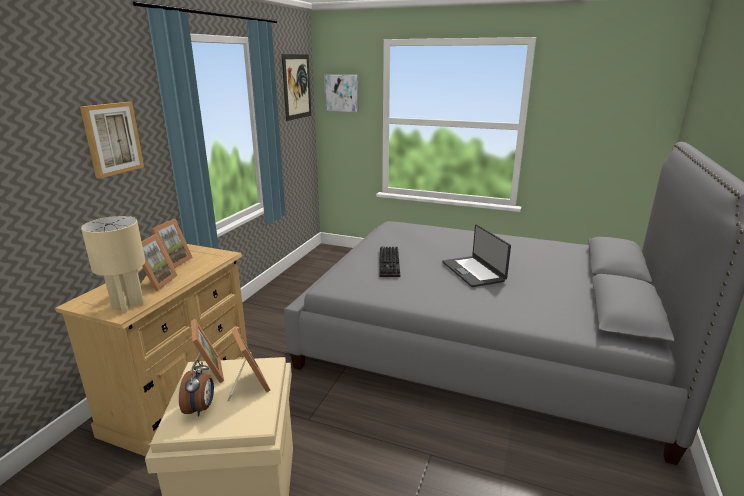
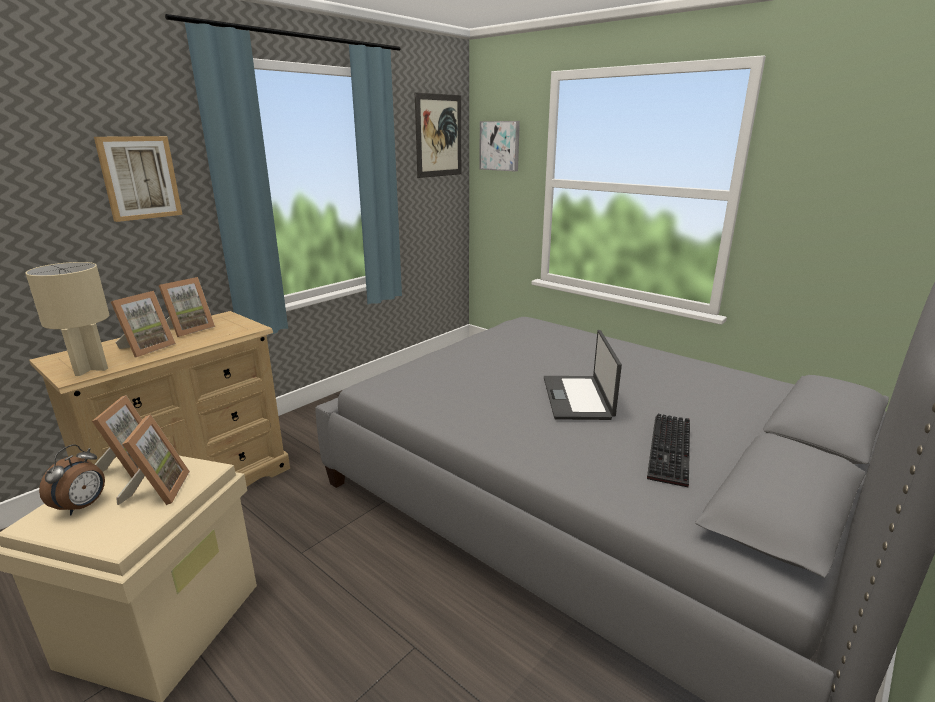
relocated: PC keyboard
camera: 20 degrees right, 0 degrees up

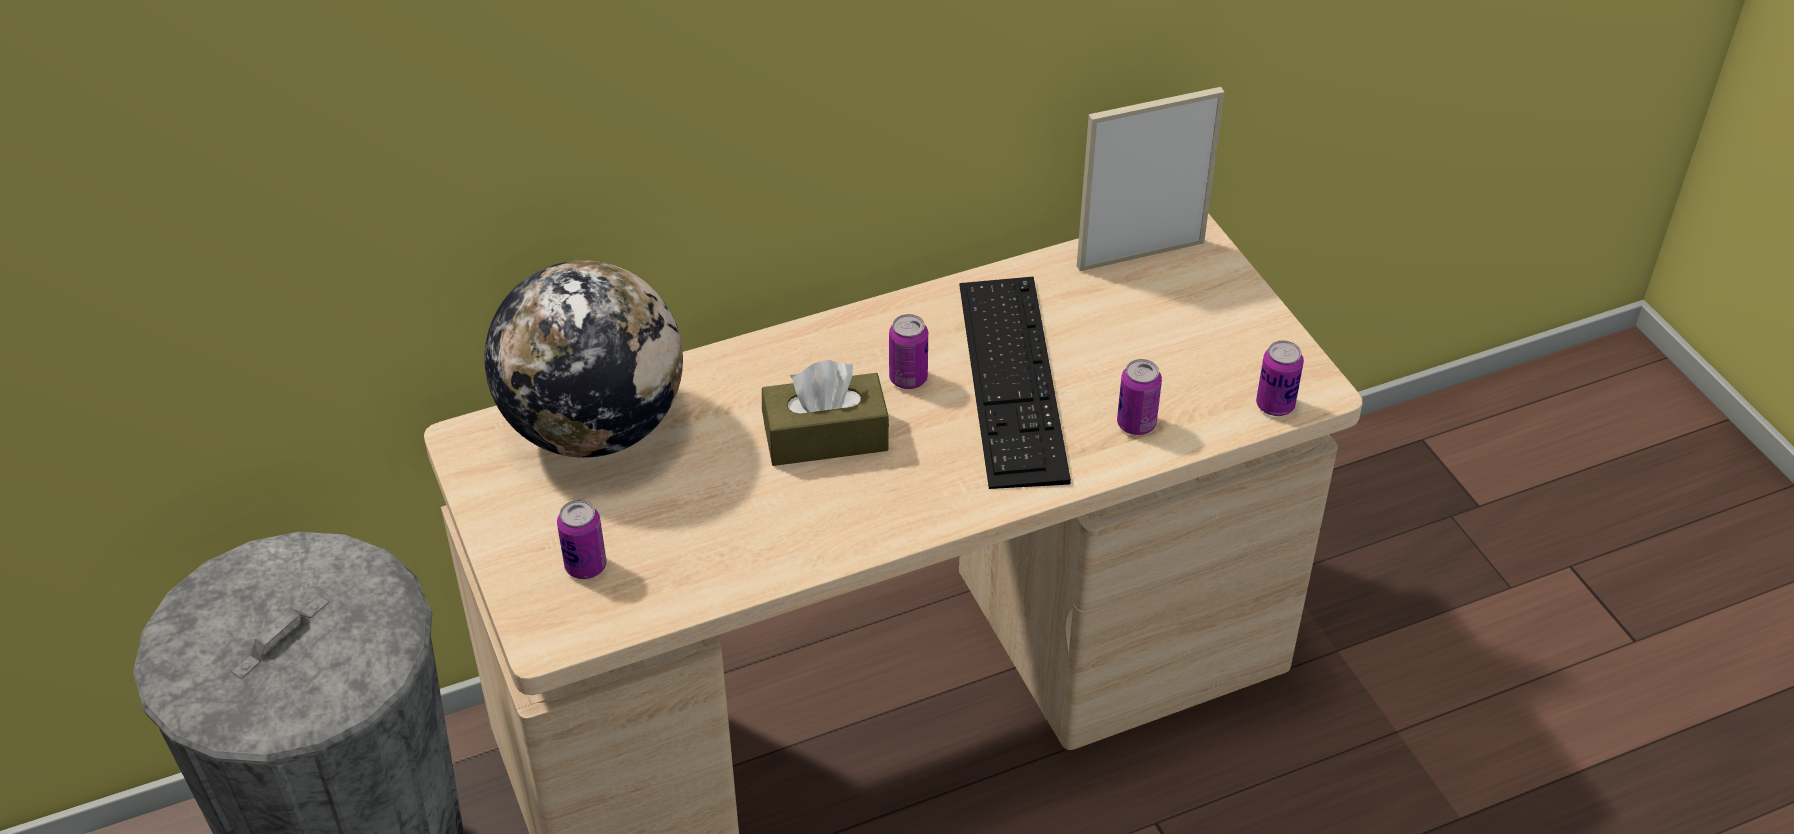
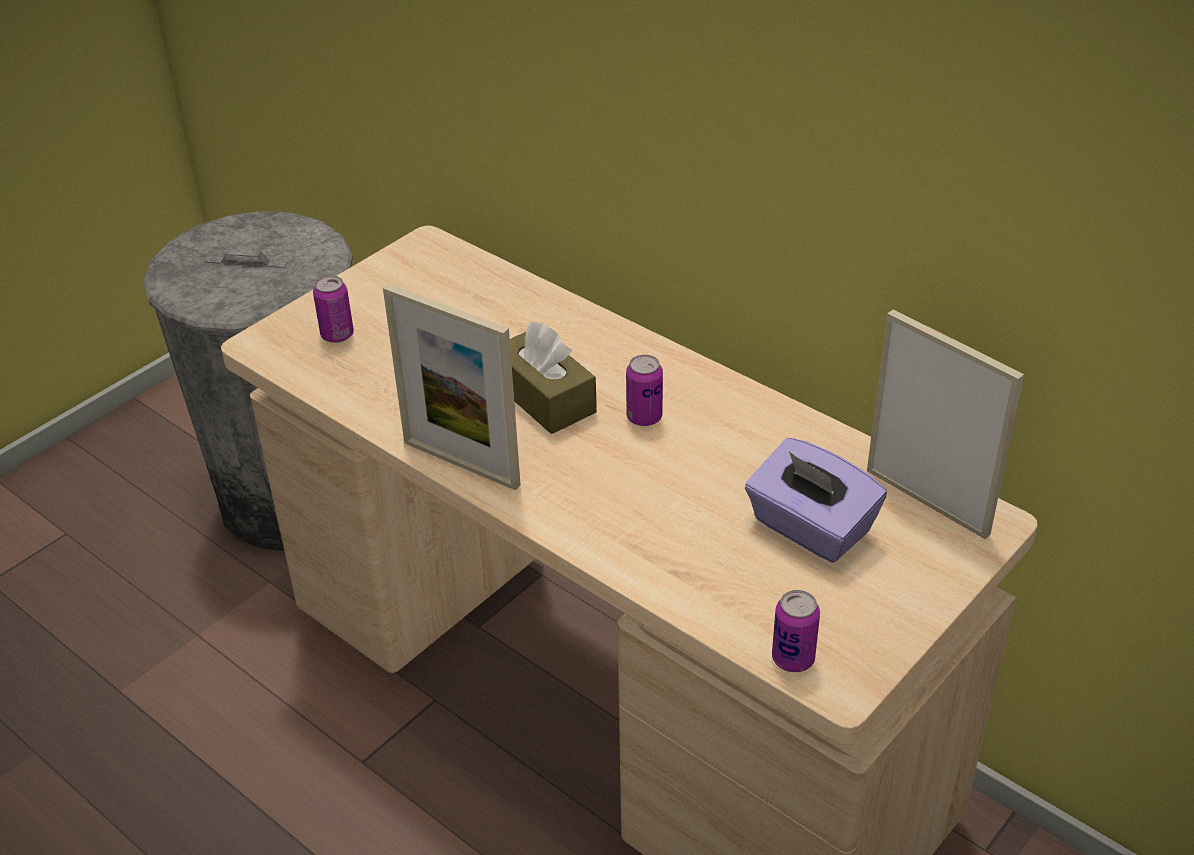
missing: desk globe; PC keyboard; metal can (no. 3 from left)
appeared: photo frame (no. 1 from left); purple-coloured tissue holder
camera: 65 degrees right, 5 degrees down

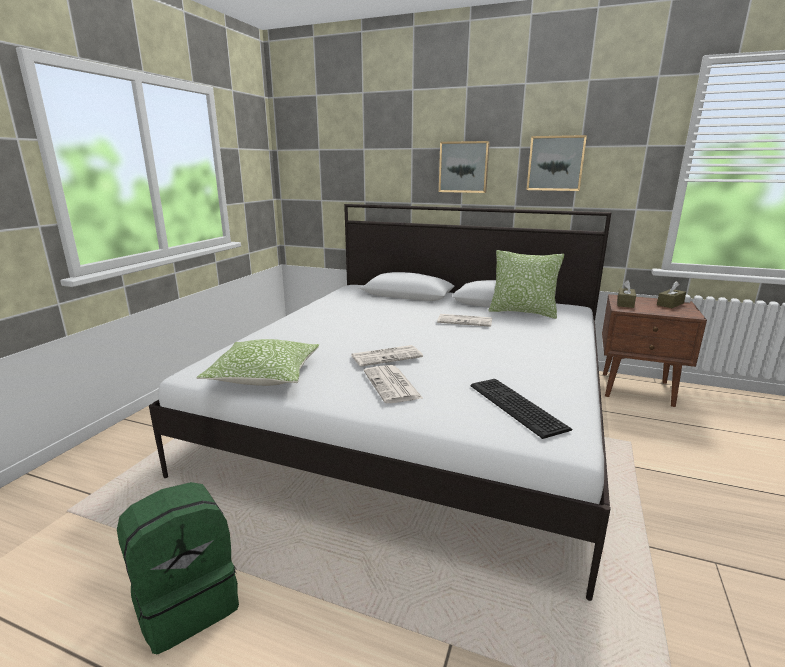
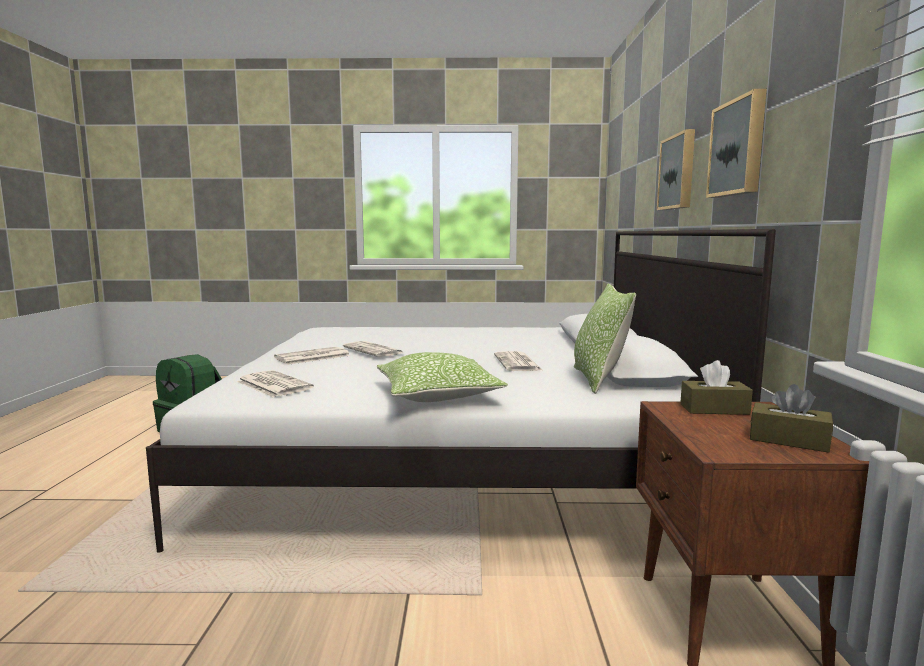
relocated: pillow (no. 1 from left)
exchanged: PC keyboard to newspaper (no. 1 from left)
camera: 70 degrees right, 10 degrees down

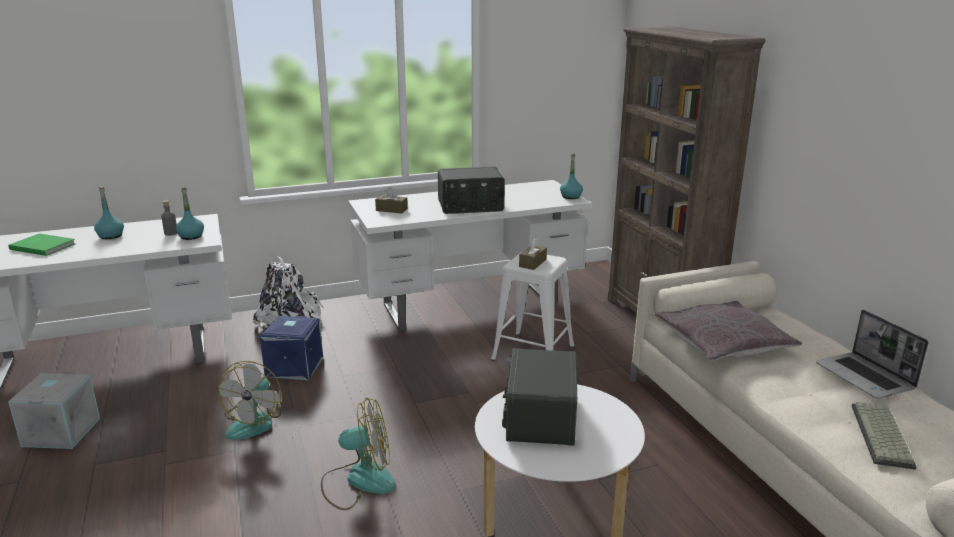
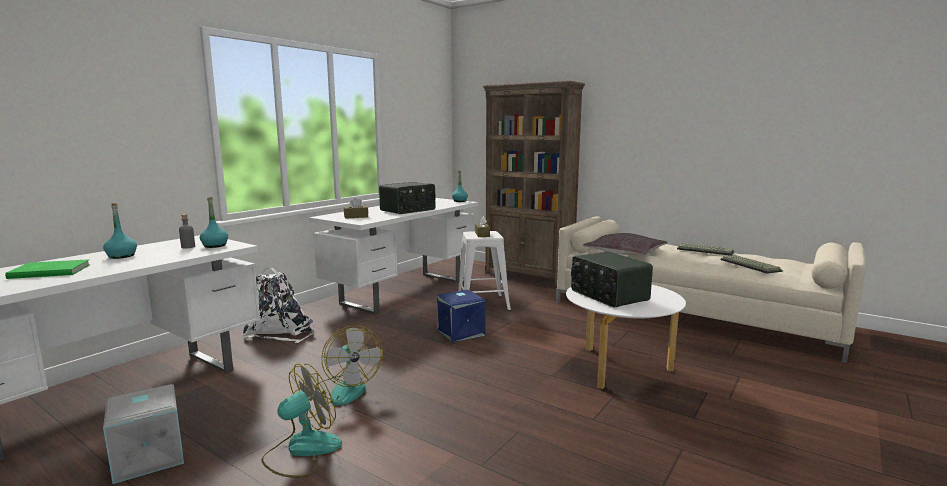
relocated: blue-coloured storage bin; electric fan (no. 2 from left in the first image) to electric fan (no. 1 from left)
exchanged: portable computer to PC keyboard (no. 1 from left)
camera: 35 degrees left, 10 degrees down

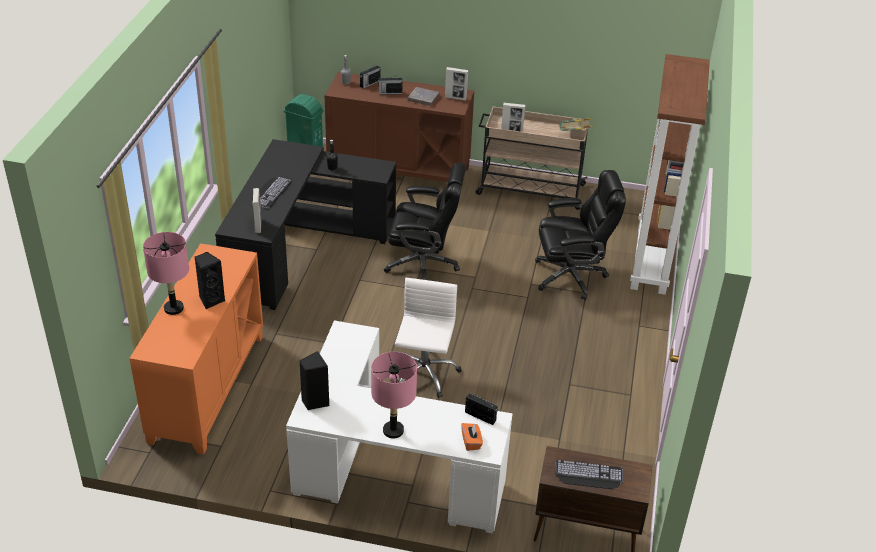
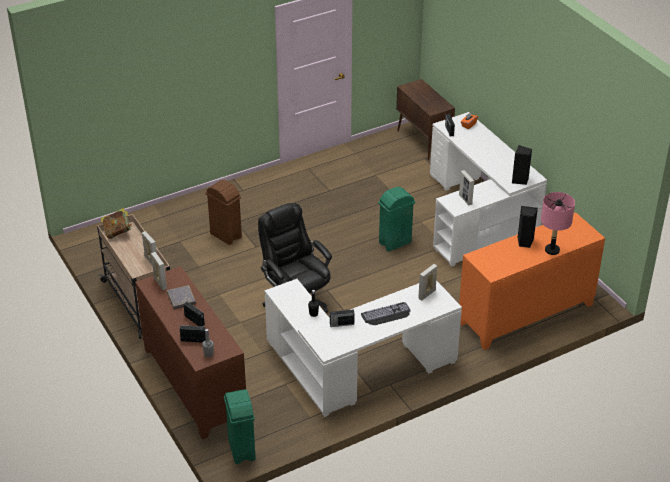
missing: brown-coloured bookshelf; pink-coloured lamp for a table (no. 2 from left); PC keyboard (no. 2 from left)
appeared: photo frame (no. 4 from left); radio receiver (no. 3 from left)
exchanged: blackish office chair (no. 2 from left) to brown-coloured rubbish bin; white-coloured office chair to greenish rubbish bin (no. 2 from left)
colour: blackish desk table to white-coloured desk table (no. 1 from left)
camera: 130 degrees left, 0 degrees up

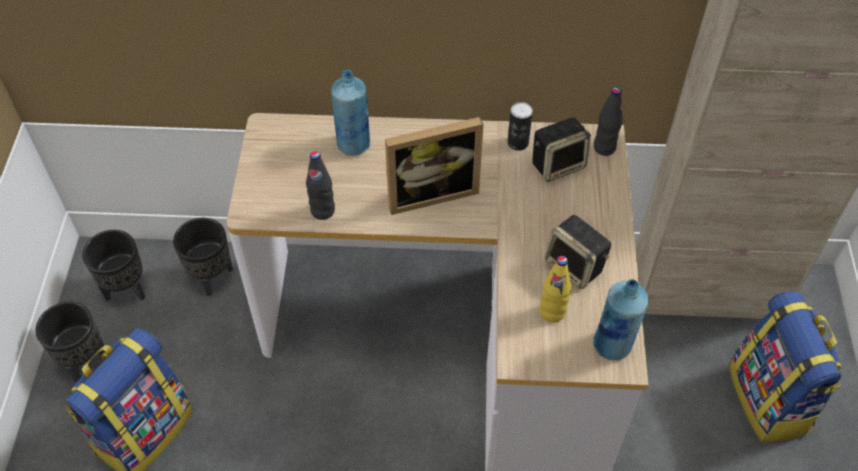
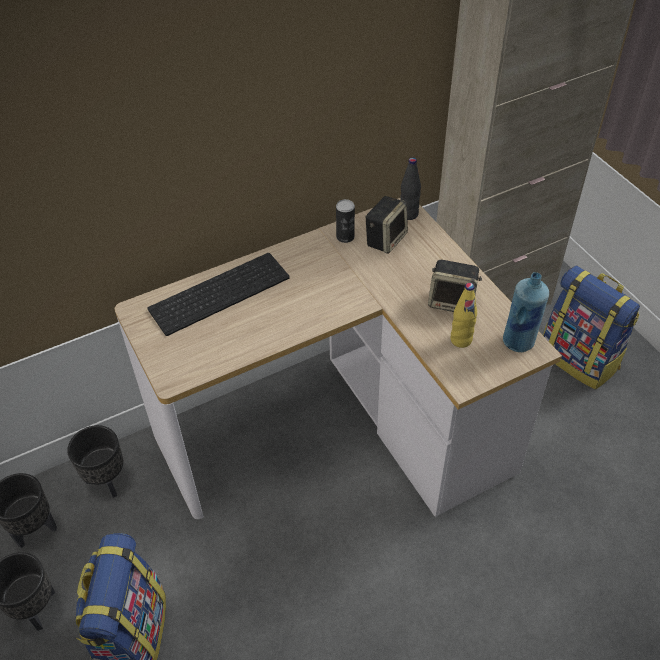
missing: photo frame; blackish drink bottle (no. 1 from left)
exchanged: blue-coloured drink bottle (no. 1 from left) to PC keyboard
camera: 30 degrees left, 5 degrees down

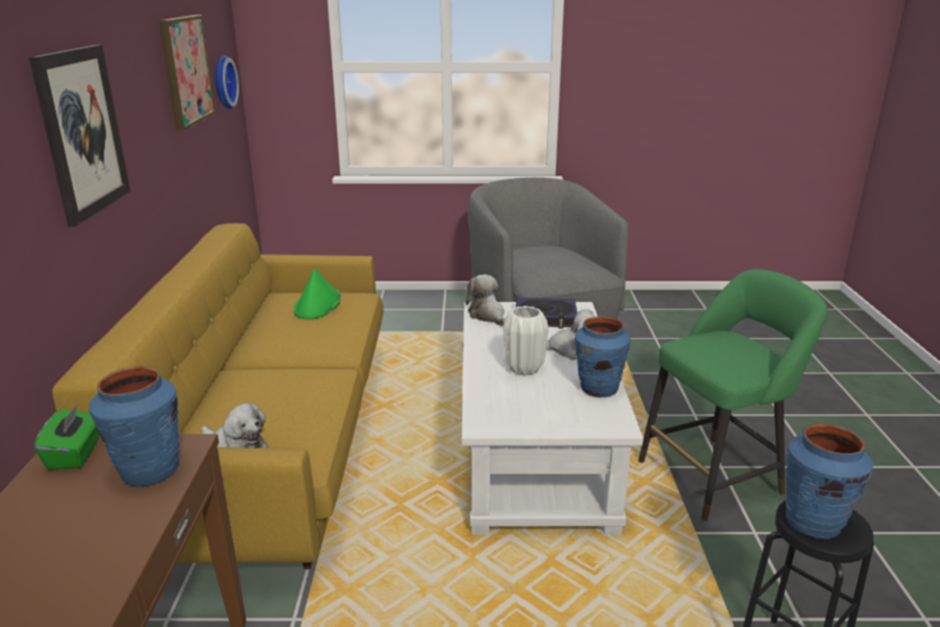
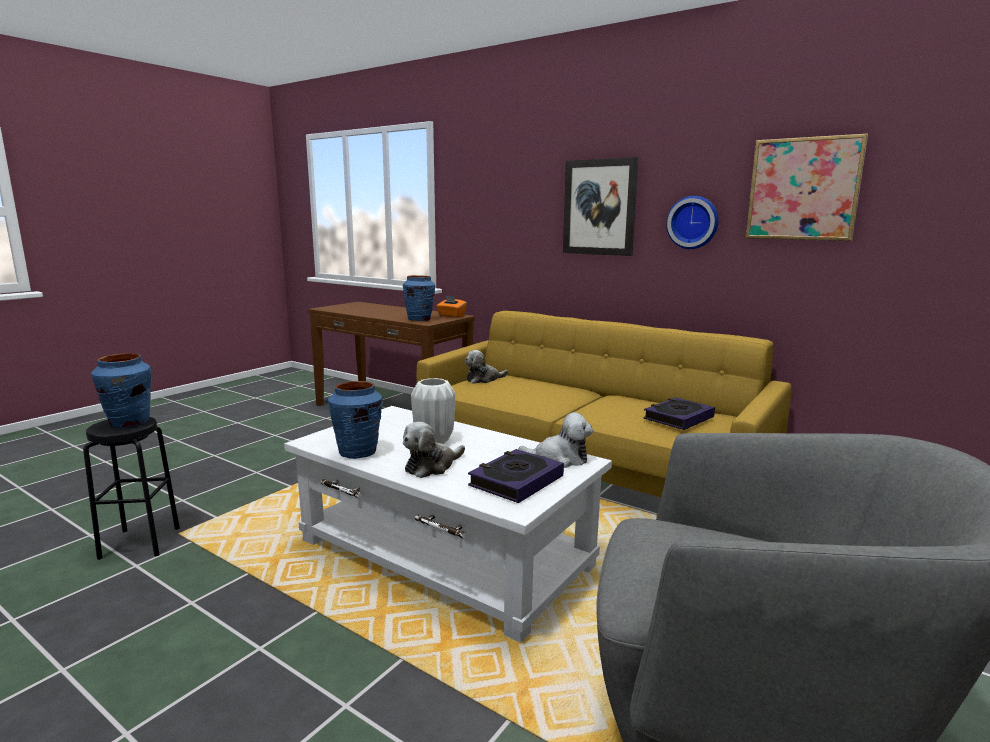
missing: greenish stool
relocated: hanging clock
exchanged: greenish hat to volume (no. 2 from left)
colour: greenish tissue holder to orangey tissue holder
camera: 125 degrees right, 10 degrees down

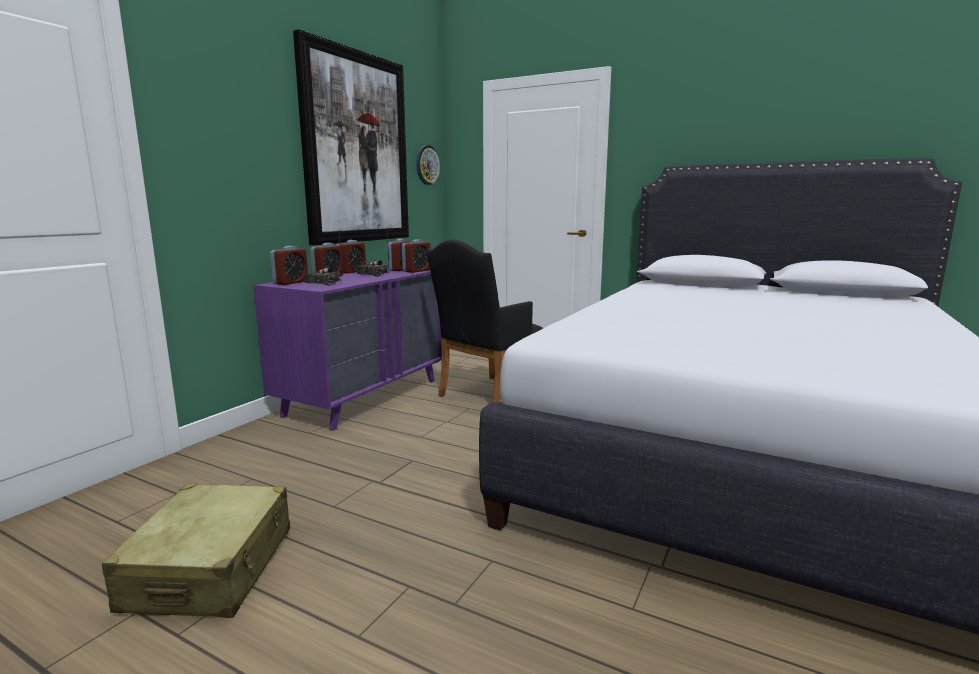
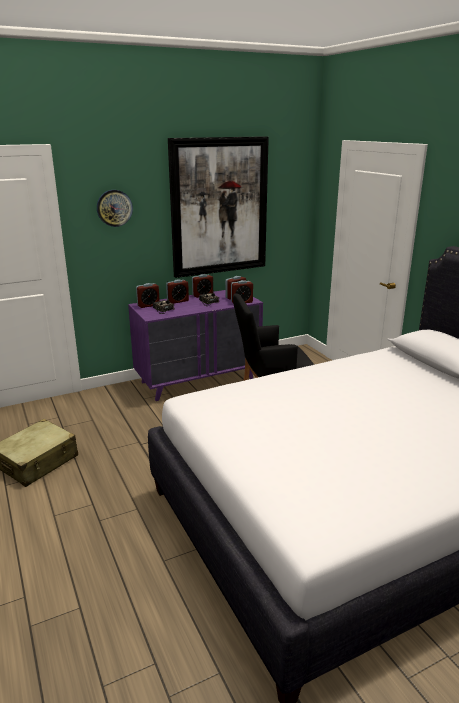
relocated: hanging clock
camera: 35 degrees right, 10 degrees up

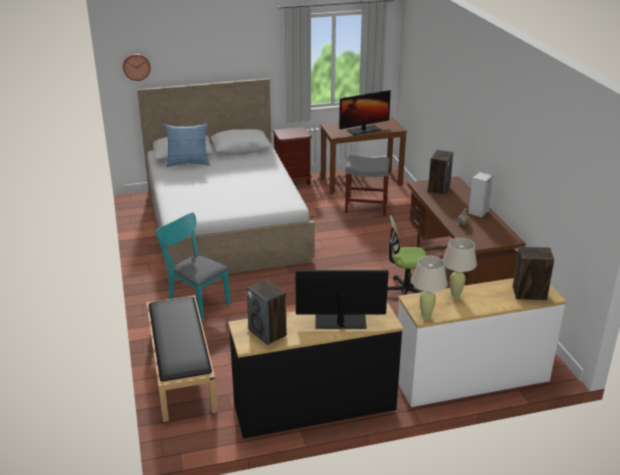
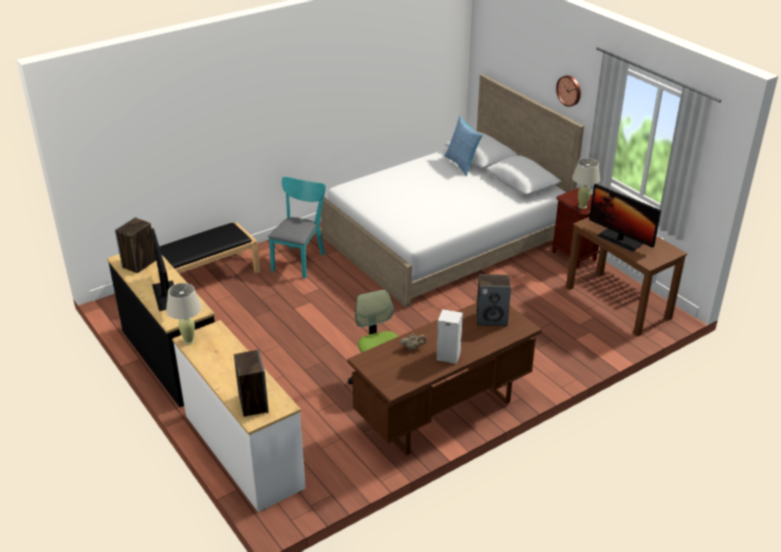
missing: gray stool
relocated: hanging clock; beige lamp for a table (no. 2 from left)
camera: 70 degrees right, 5 degrees up

